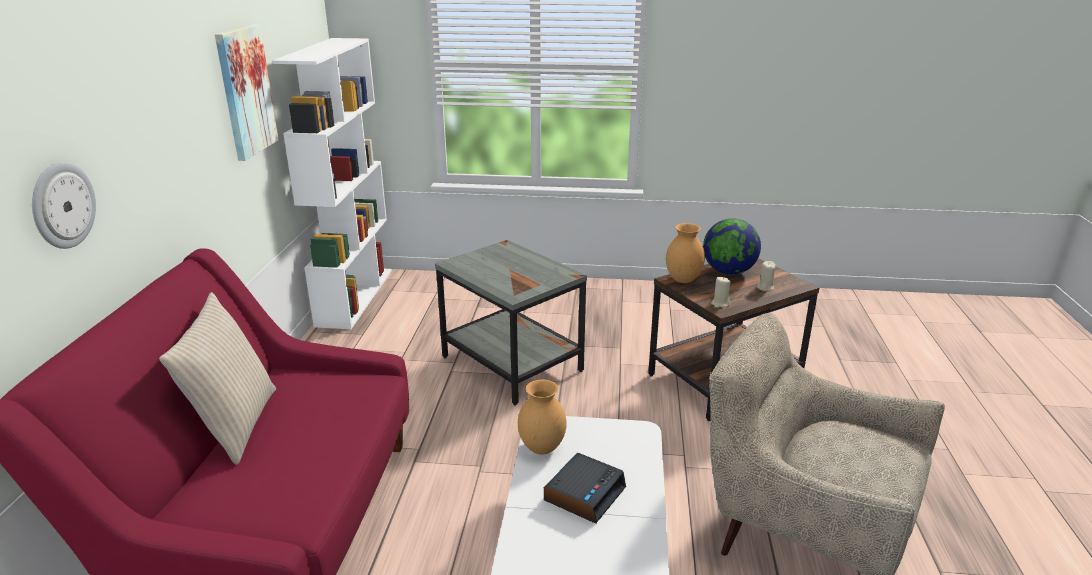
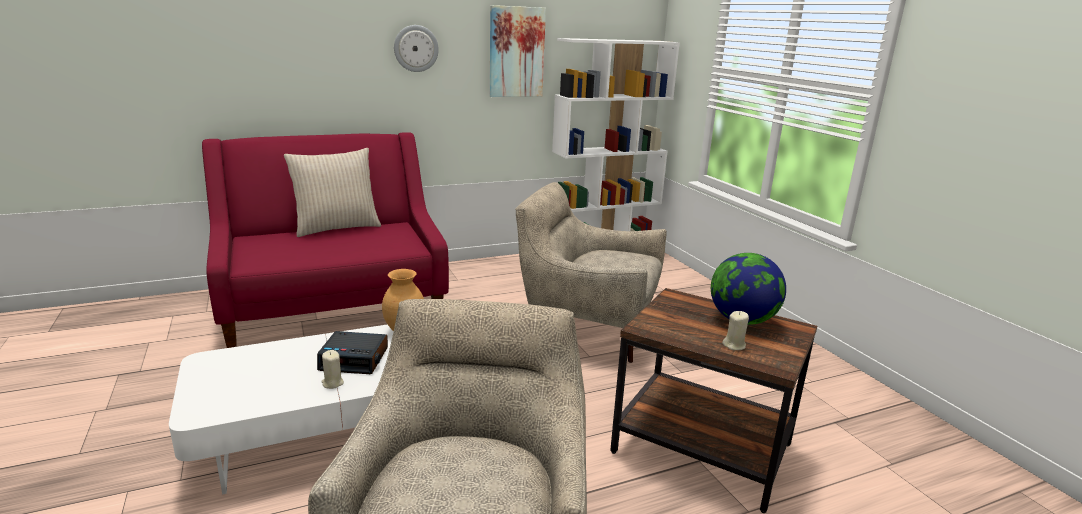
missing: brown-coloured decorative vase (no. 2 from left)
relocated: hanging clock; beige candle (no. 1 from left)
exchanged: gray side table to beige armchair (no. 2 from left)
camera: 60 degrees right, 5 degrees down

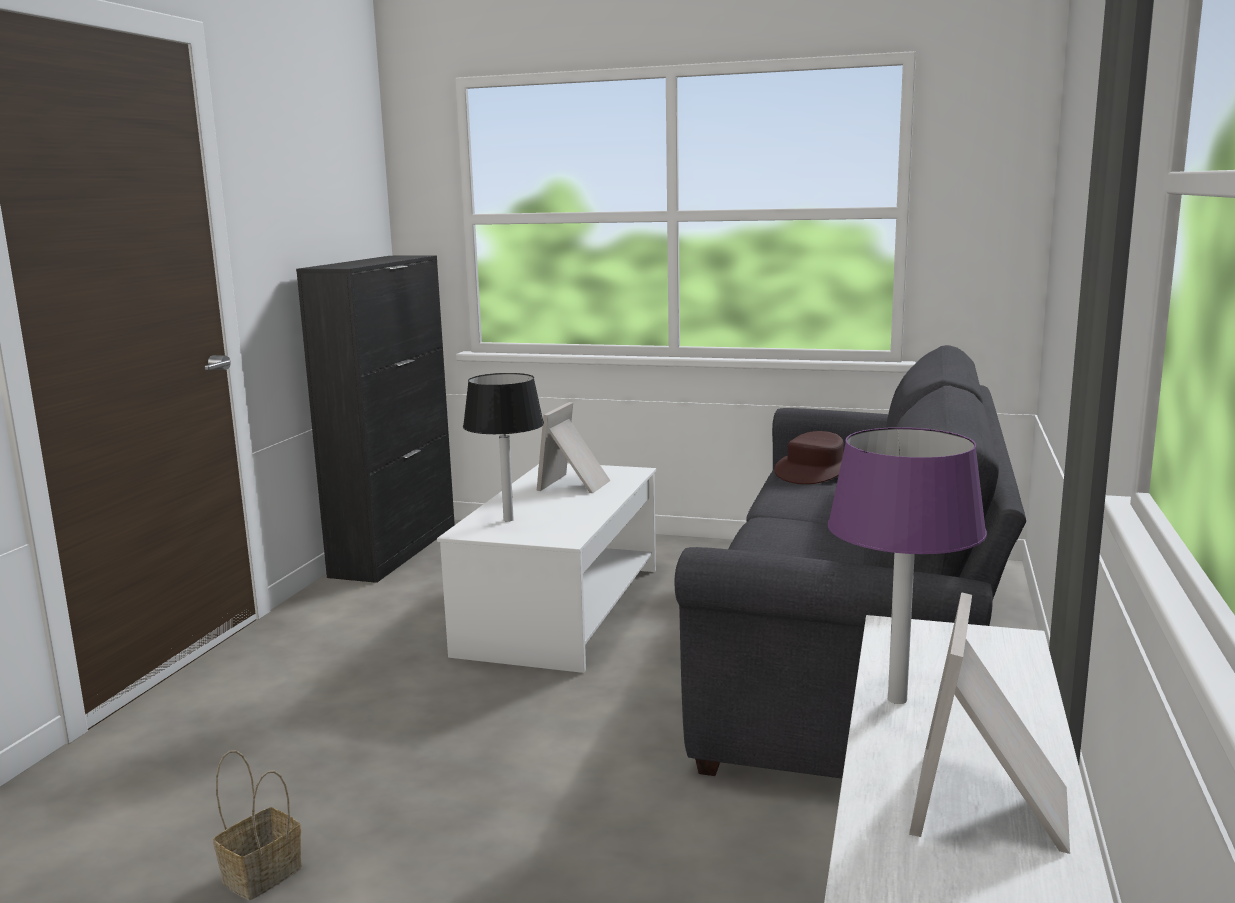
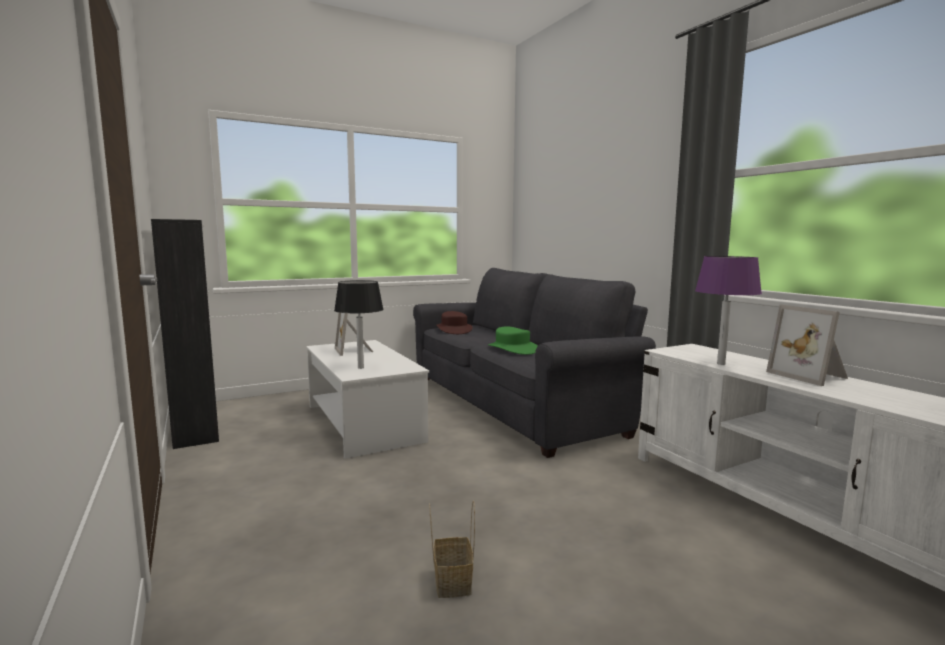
appeared: greenish hat
camera: 45 degrees left, 5 degrees down

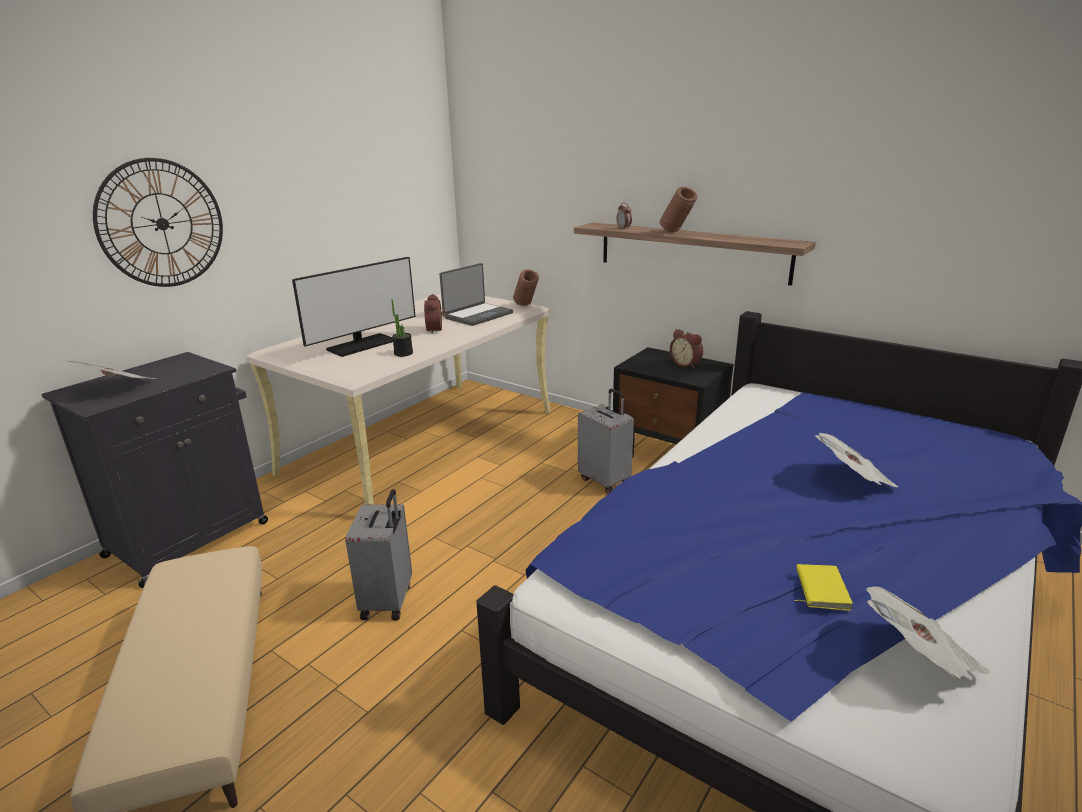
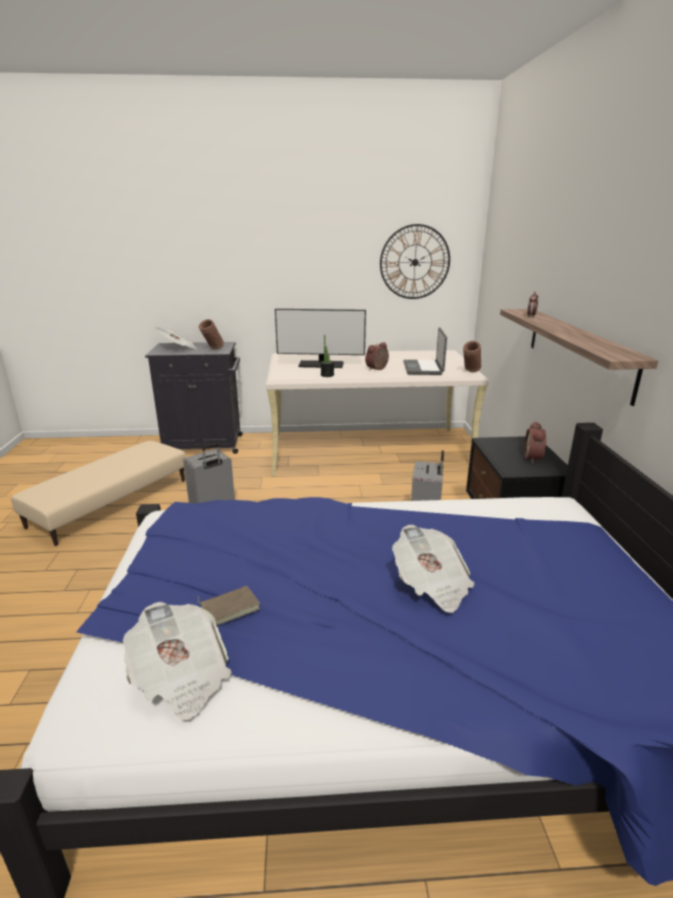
relocated: hanging clock; brown-coloured decorative vase (no. 2 from left in the first image) to brown-coloured decorative vase (no. 1 from left)
colour: yellow-coloured volume to brown-coloured volume
spun: portable computer 90 degrees clockwise
camera: 50 degrees right, 0 degrees up

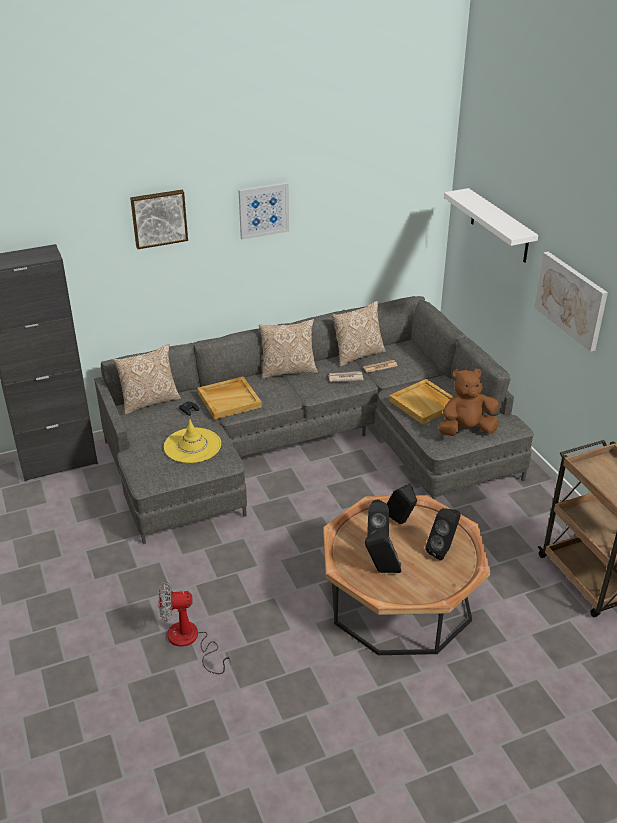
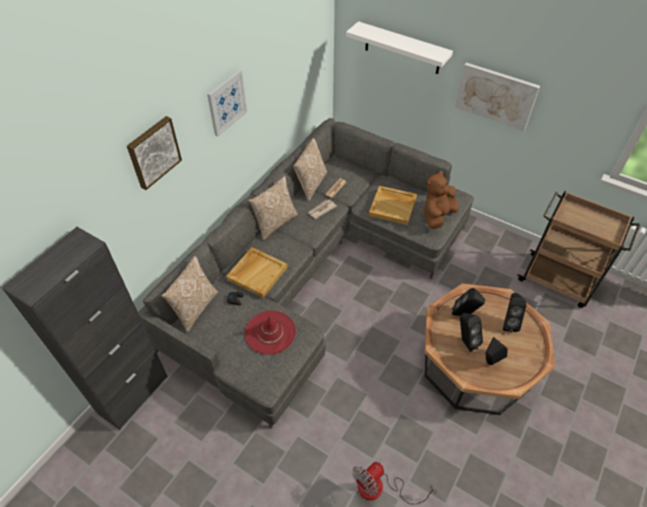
colour: yellow-coloured hat to reddish hat
camera: 35 degrees left, 15 degrees up

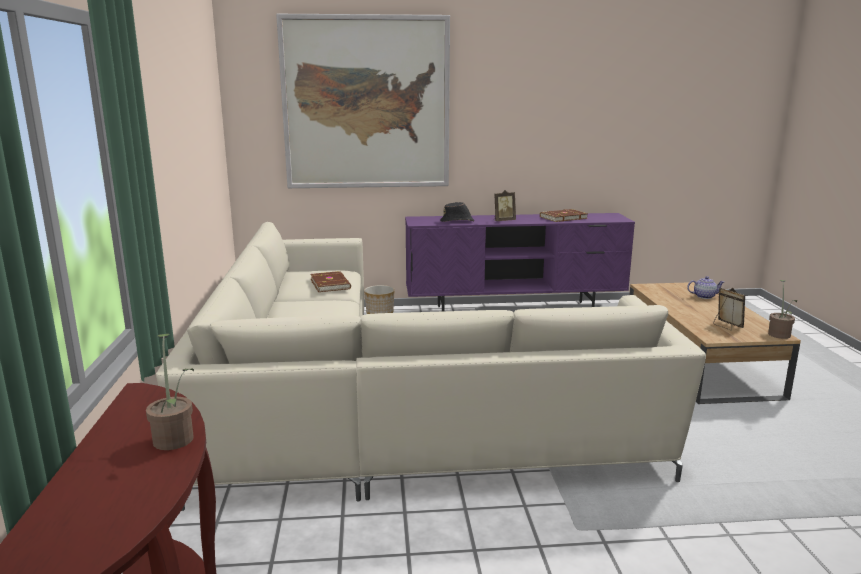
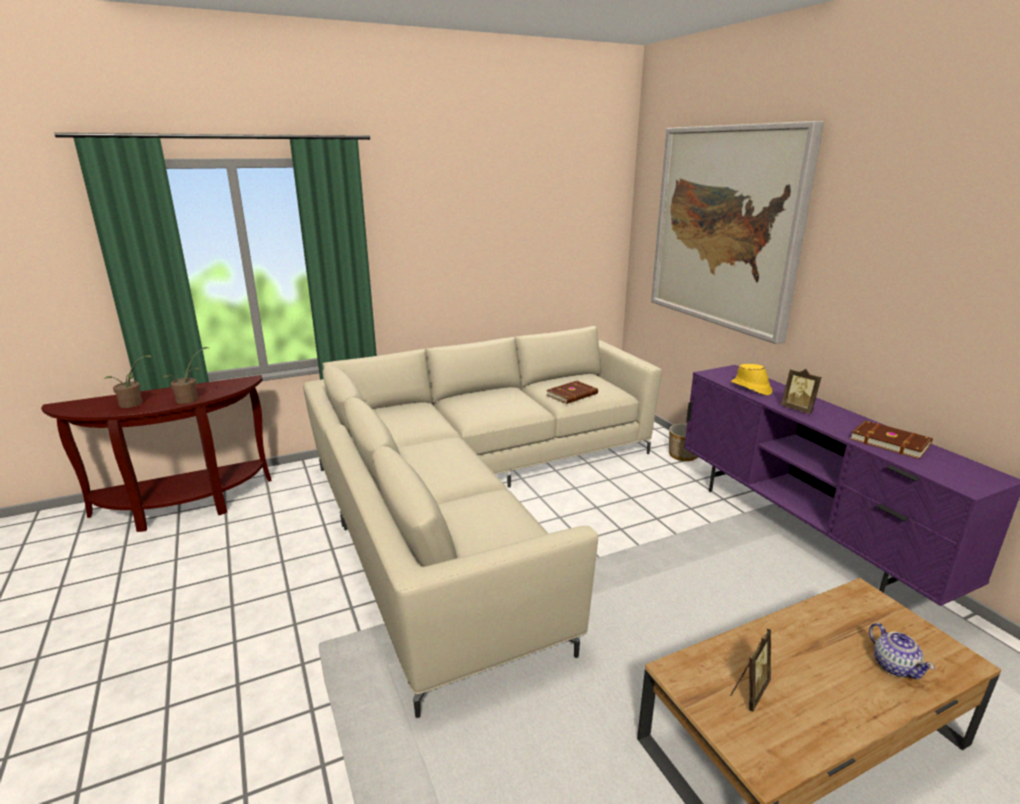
relocated: houseplant (no. 2 from left in the first image) to houseplant (no. 1 from left)
colour: blackish hat to yellow-coloured hat
camera: 70 degrees right, 5 degrees up

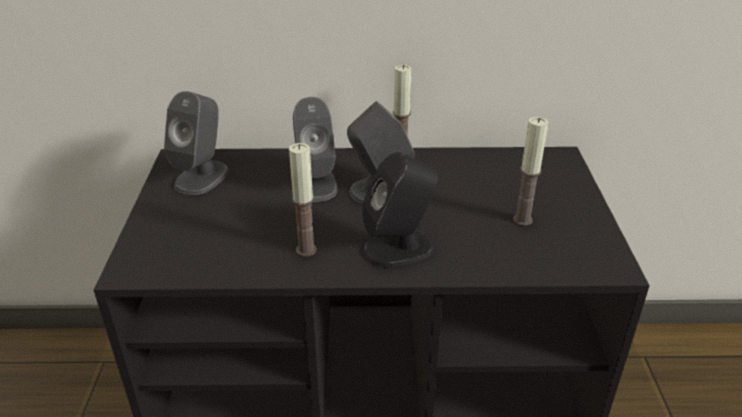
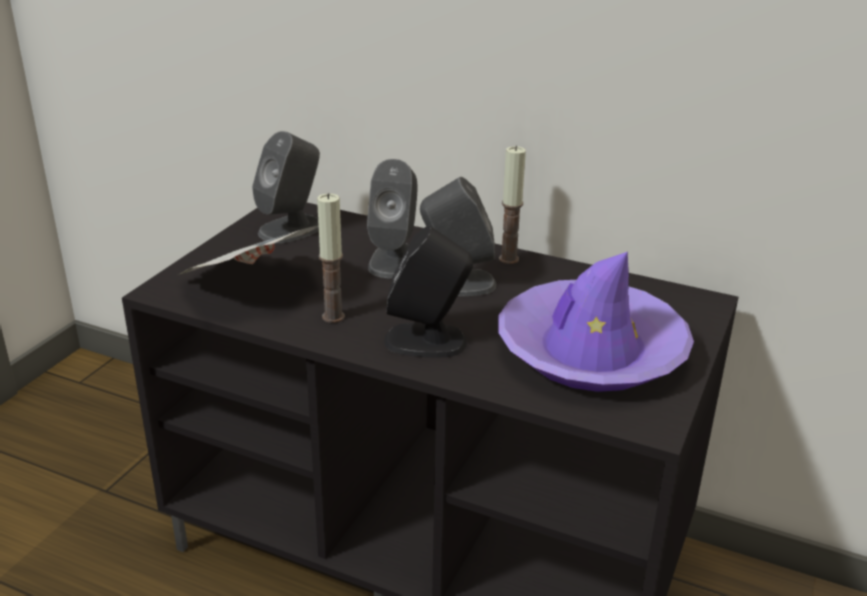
appeared: newspaper
exchanged: candle (no. 3 from left) to purple-coloured hat
camera: 25 degrees right, 5 degrees down

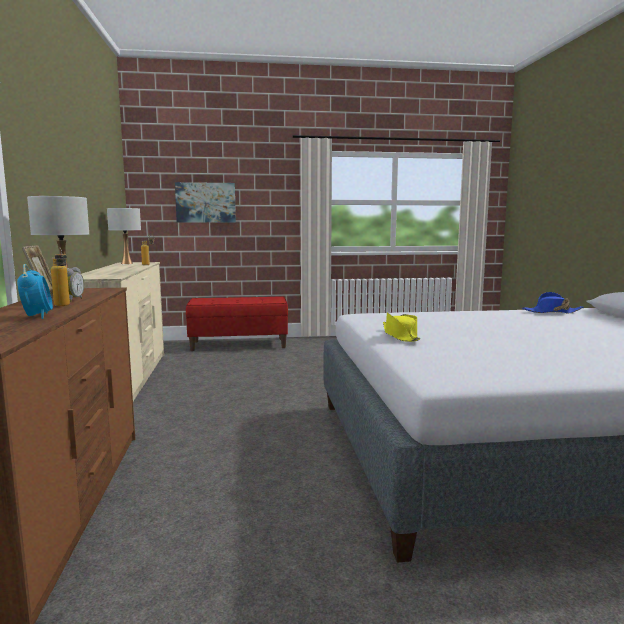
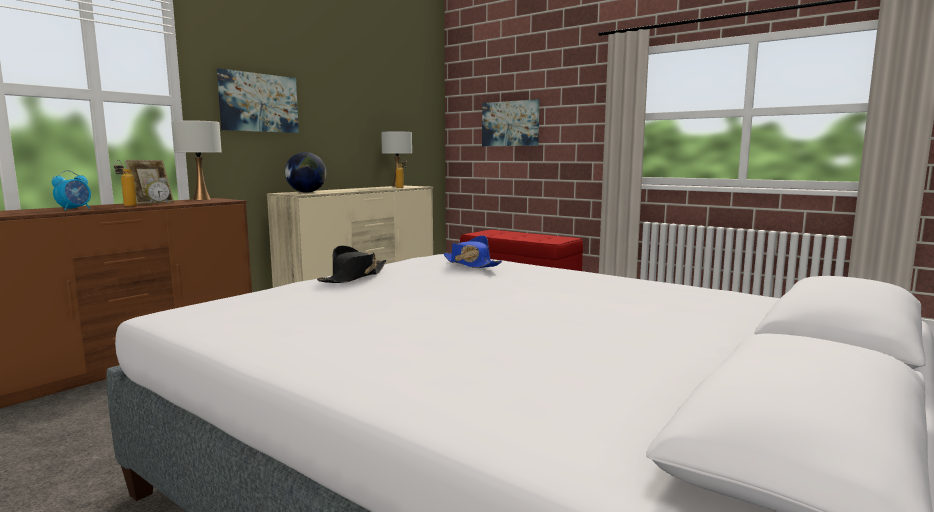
appeared: wall picture (no. 1 from left); desk globe
relocated: blue-coloured hat
colour: yellow-coloured hat to blackish hat
camera: 45 degrees right, 0 degrees up

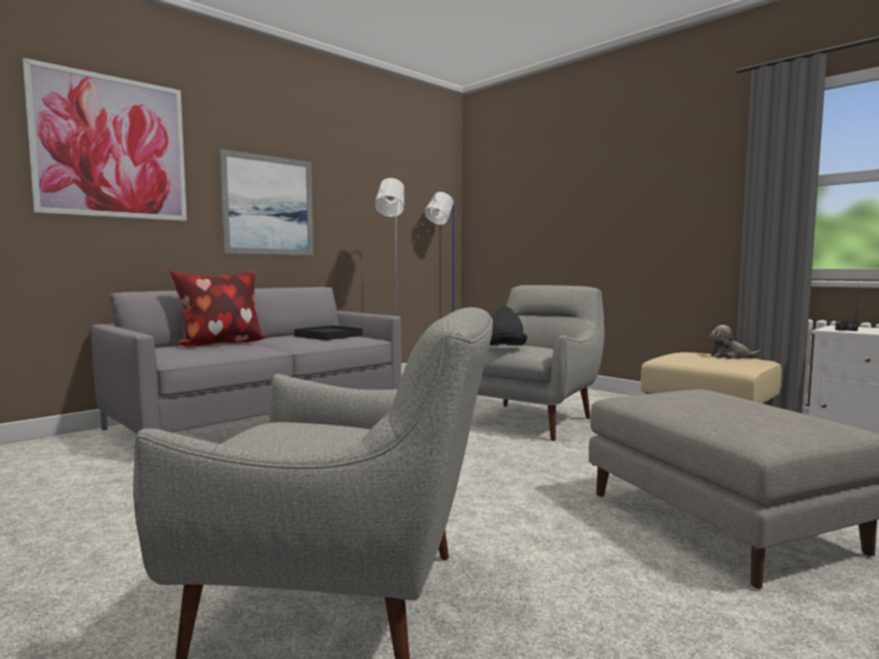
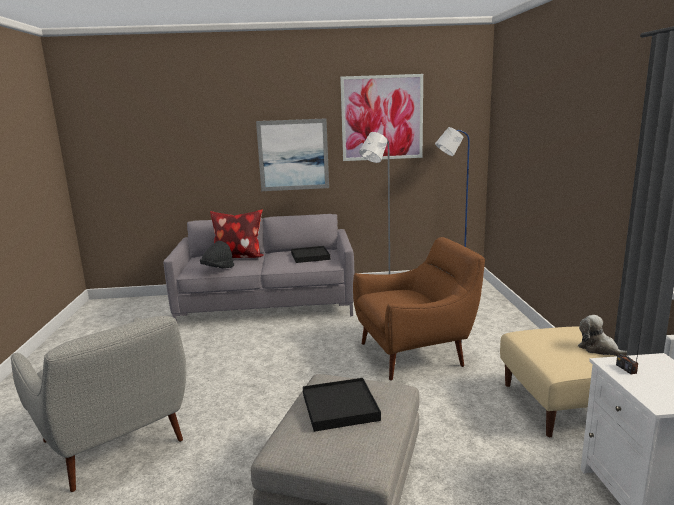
appeared: blackish serving tray (no. 2 from left)
relocated: wall picture (no. 1 from left in the first image) to wall picture (no. 2 from left); blackish hat
colour: gray armchair (no. 2 from left) to brown-coloured armchair
camera: 40 degrees right, 10 degrees up

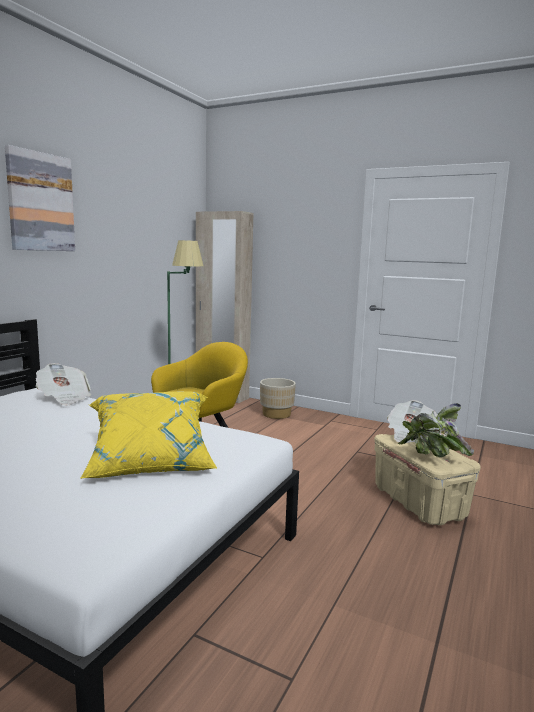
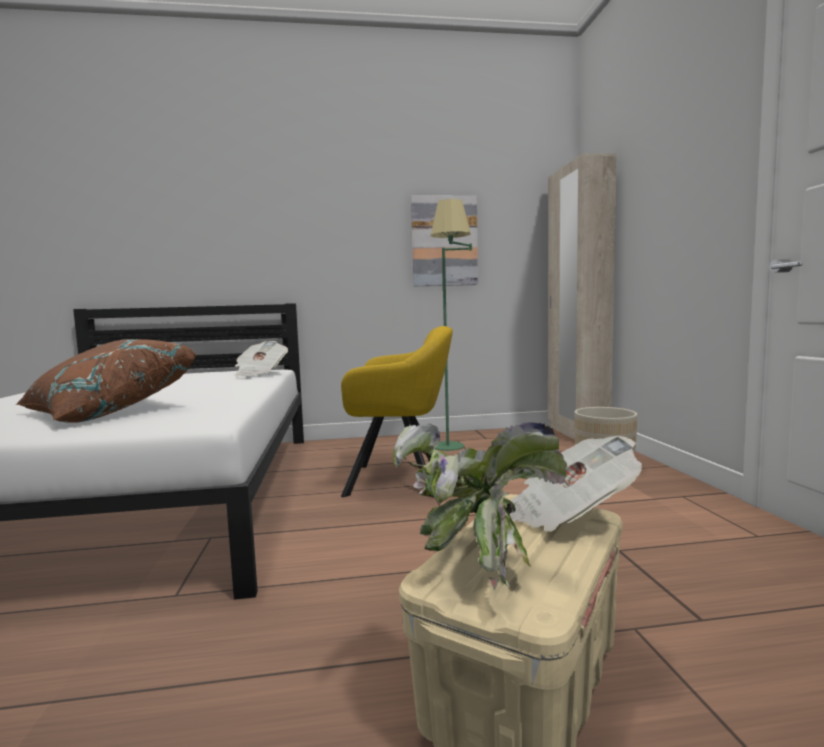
relocated: wall picture
colour: yellow-coloured pillow to brown-coloured pillow
camera: 55 degrees right, 5 degrees down

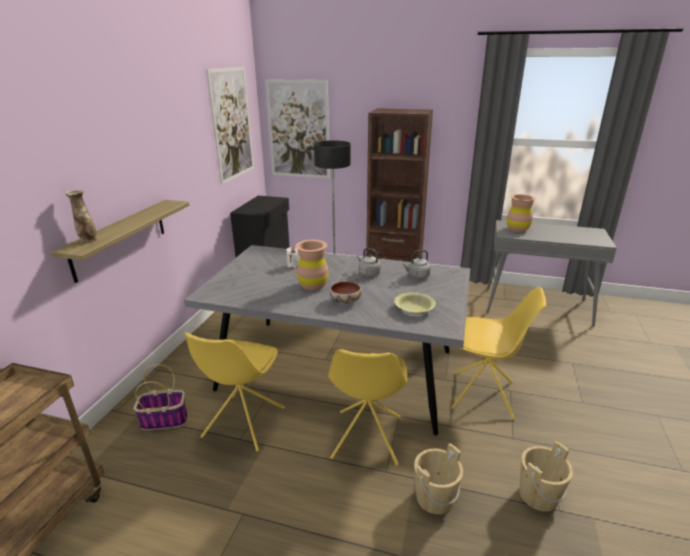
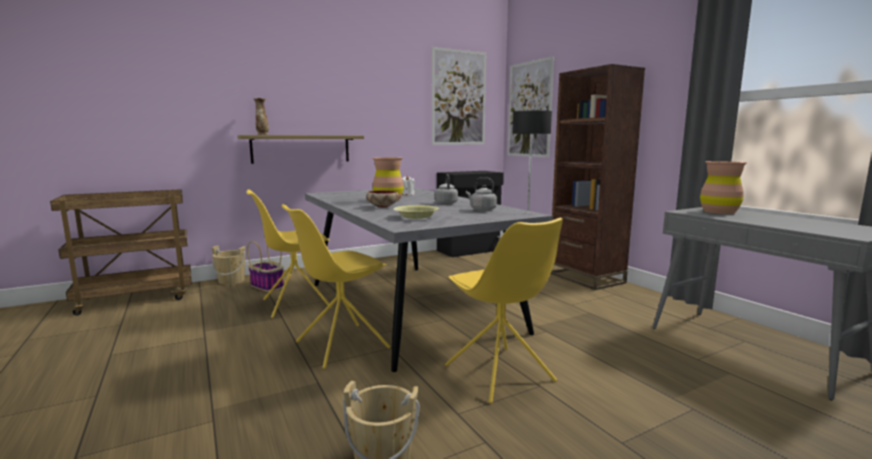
relocated: beige pail (no. 1 from left)
camera: 45 degrees right, 15 degrees down

